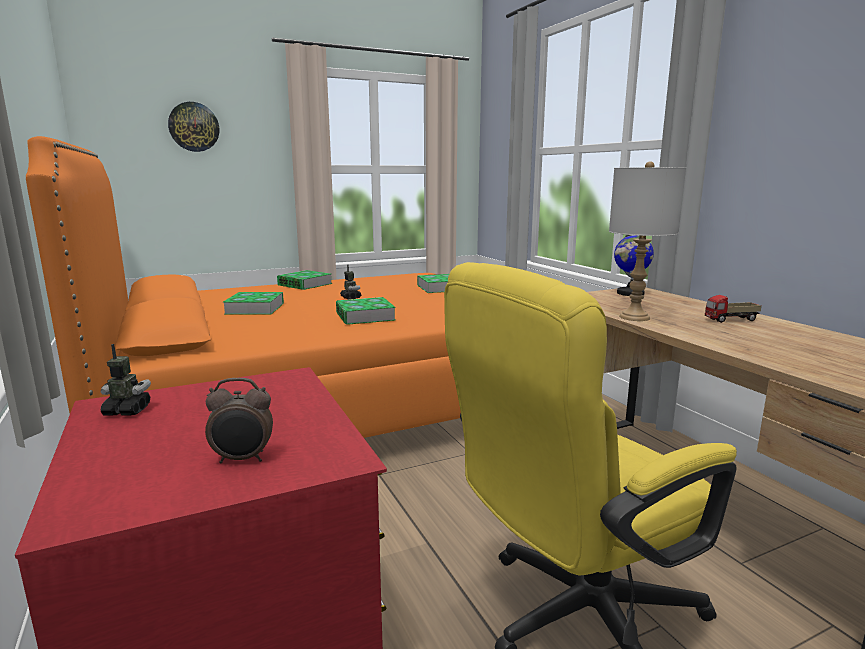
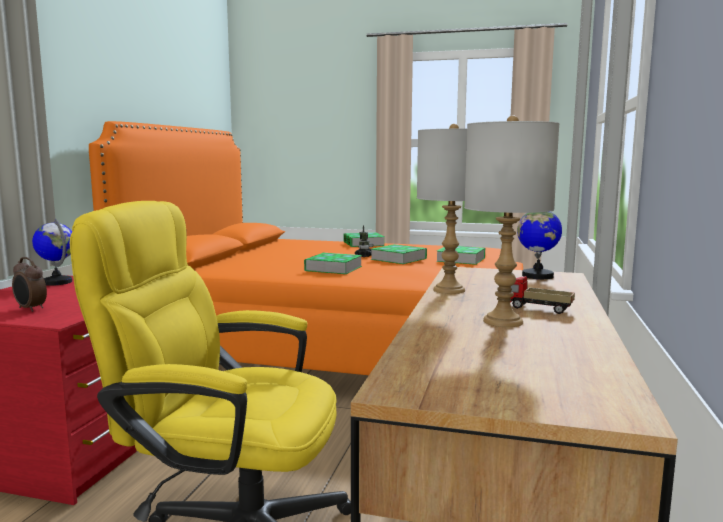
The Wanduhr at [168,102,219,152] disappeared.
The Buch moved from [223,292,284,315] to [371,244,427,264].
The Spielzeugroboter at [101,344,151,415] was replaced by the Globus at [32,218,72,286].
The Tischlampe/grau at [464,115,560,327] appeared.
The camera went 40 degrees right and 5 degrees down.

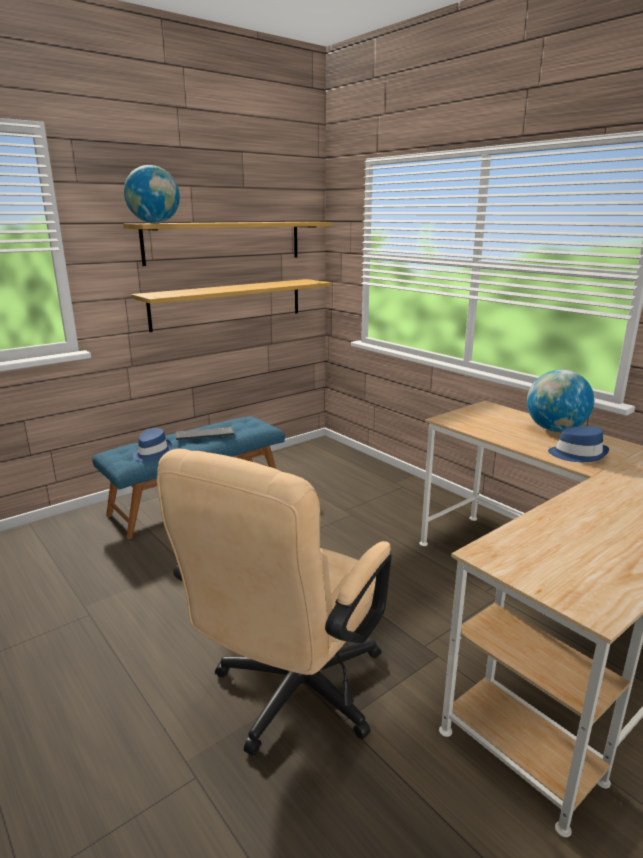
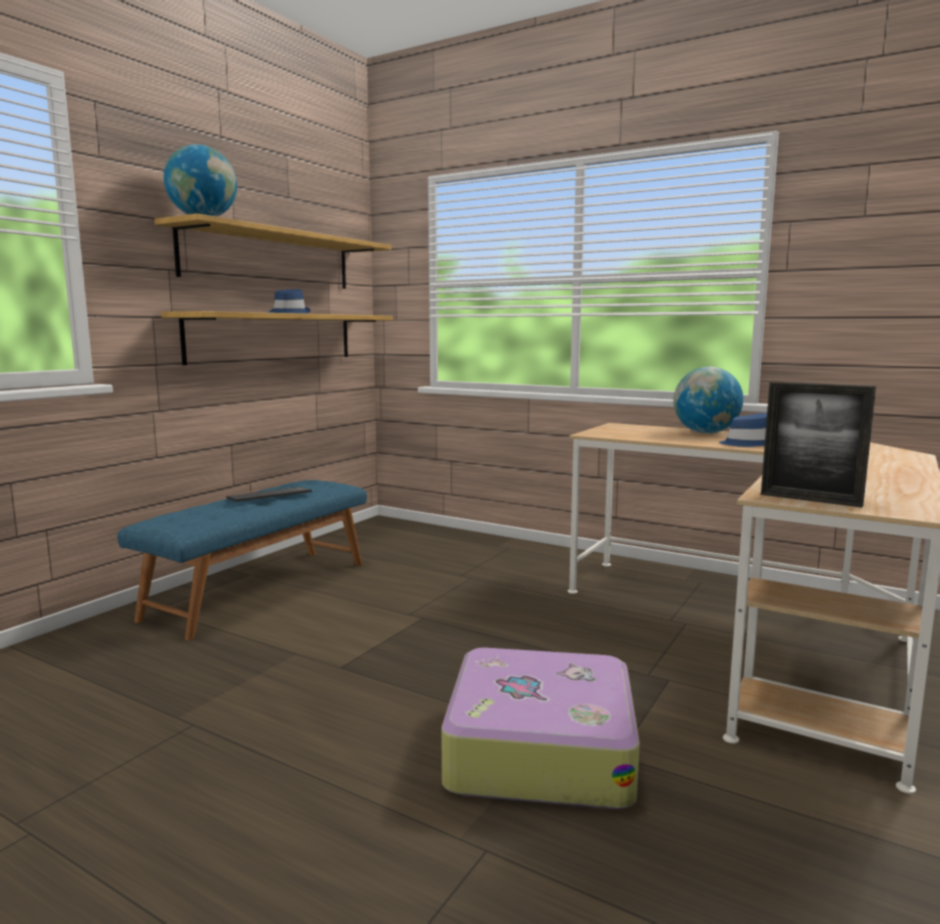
The Hut/blau moved from [133,428,172,461] to [268,289,311,313].
The Bürostuhl/beige at [157,449,392,756] was replaced by the Koffer at [441,648,640,809].
The Bilderrahmen at [761,382,876,508] appeared.
The camera went 20 degrees left and 10 degrees down.

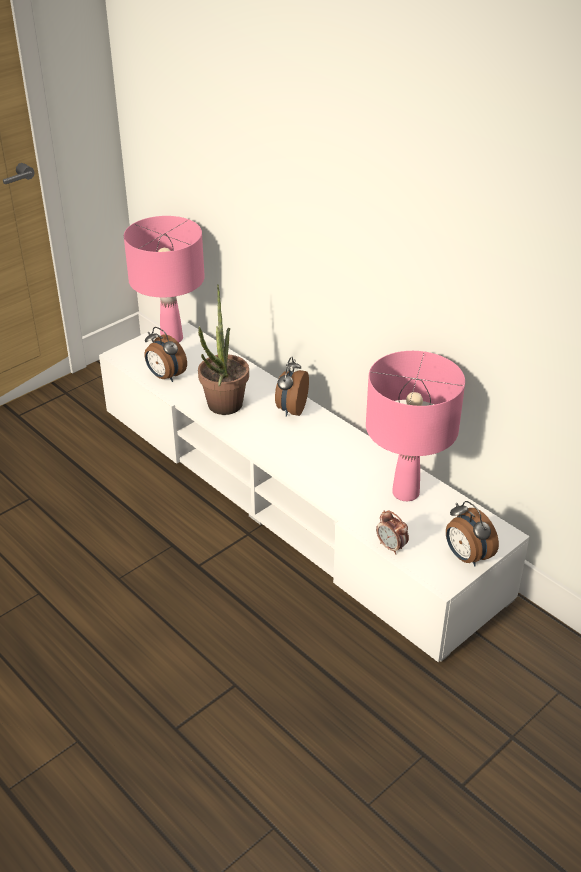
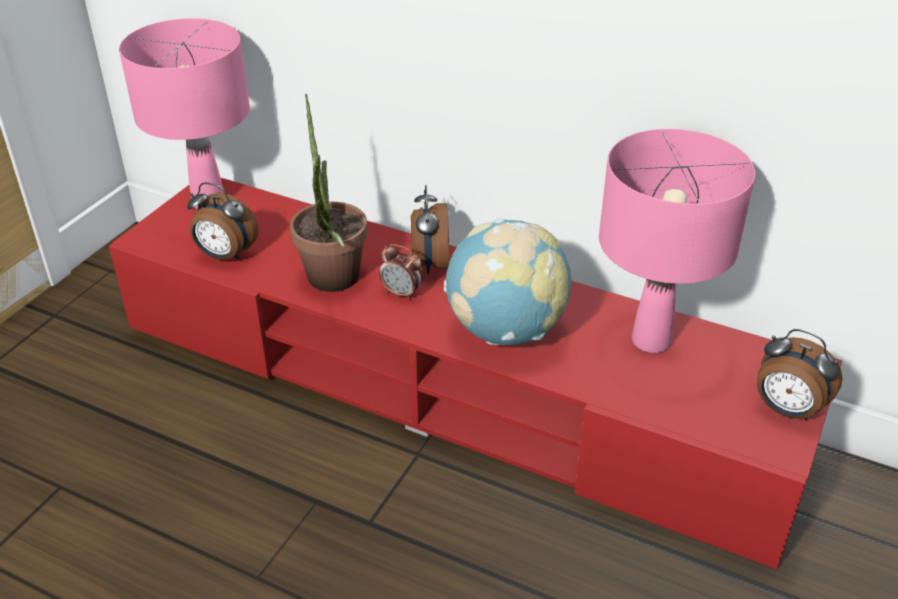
The Fernsehschrank/weiß at [99,318,530,662] became the Fernsehschrank/rot at [109,177,842,569].
The Wecker moved from [376,510,409,555] to [379,244,423,300].
The Globus at [444,218,572,345] appeared.
The camera went 20 degrees left and 0 degrees up.

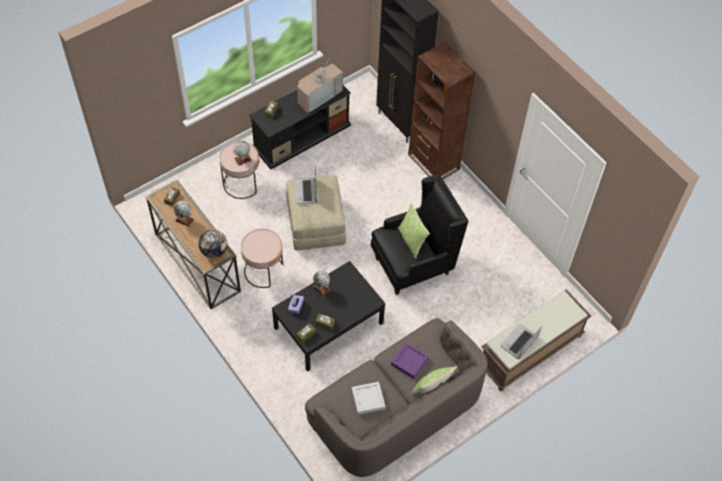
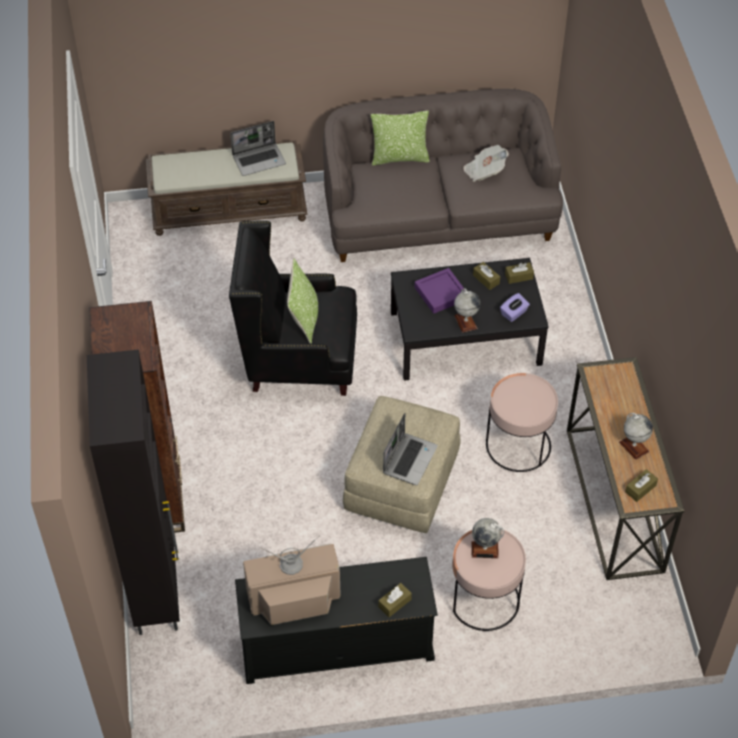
The Globus at [199,229,227,258] disappeared.
The Tablett/lila moved from [391,342,429,379] to [415,268,465,314].
The Tablett/grau at [352,382,385,415] was replaced by the Zeitung at [463,145,509,182].
The camera went 150 degrees left and 5 degrees down.

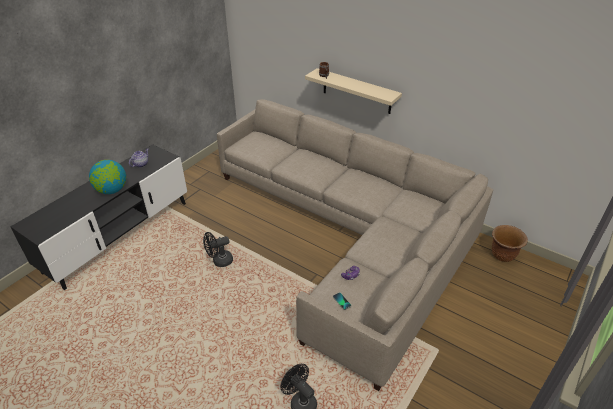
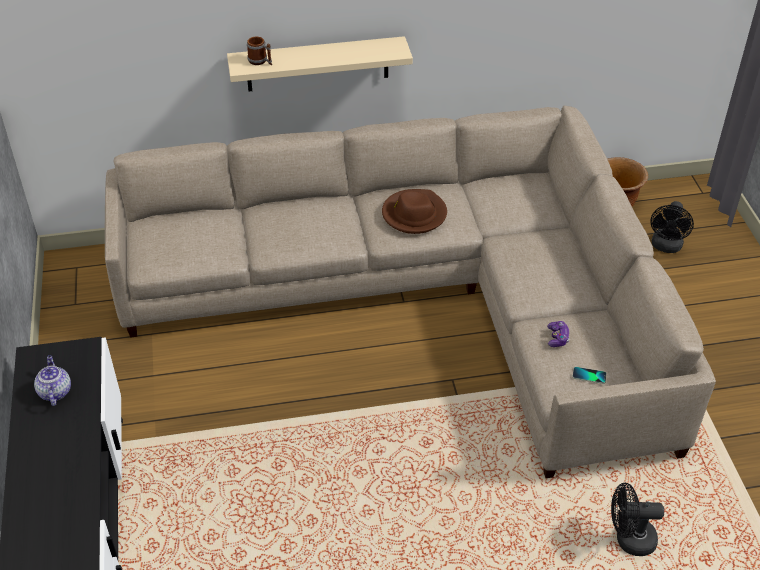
The Globus at [89,160,126,194] disappeared.
The Ventilator/schwarz moved from [203,232,233,267] to [650,201,694,253].
The Hut/braun at [382,189,447,234] appeared.
The camera went 45 degrees left and 5 degrees up.

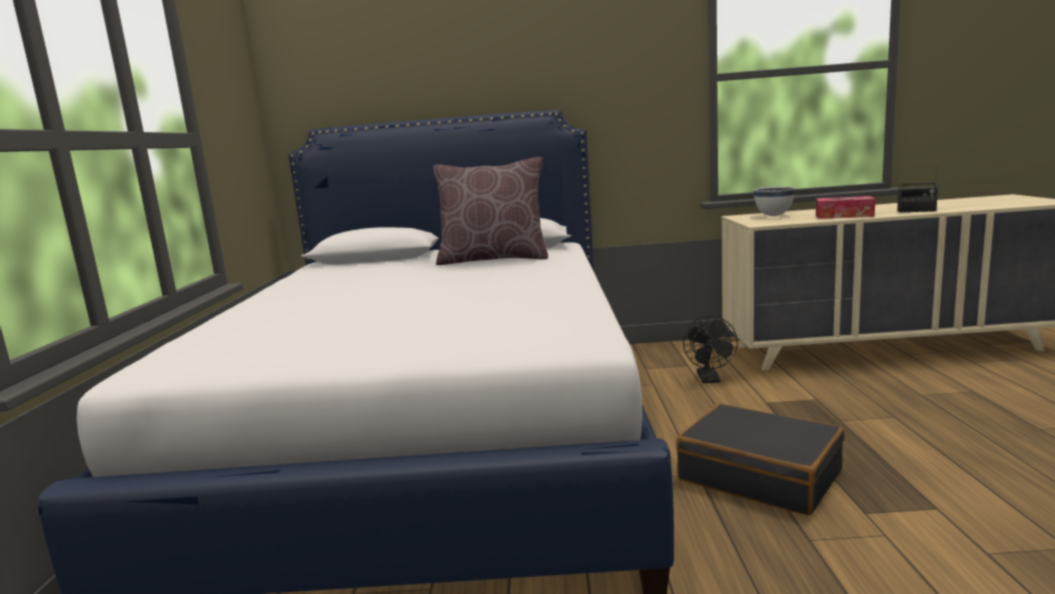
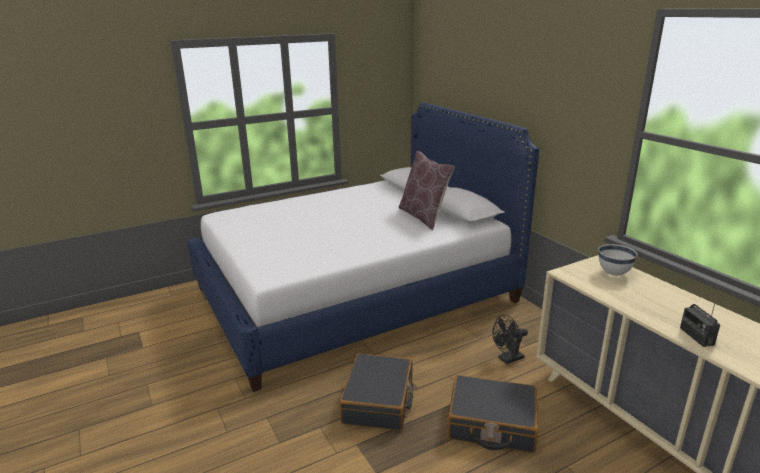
The Taschentuchbox at [816,196,875,219] disappeared.
The Koffer/schwarz at [448,375,539,453] appeared.
The camera went 60 degrees right and 10 degrees up.

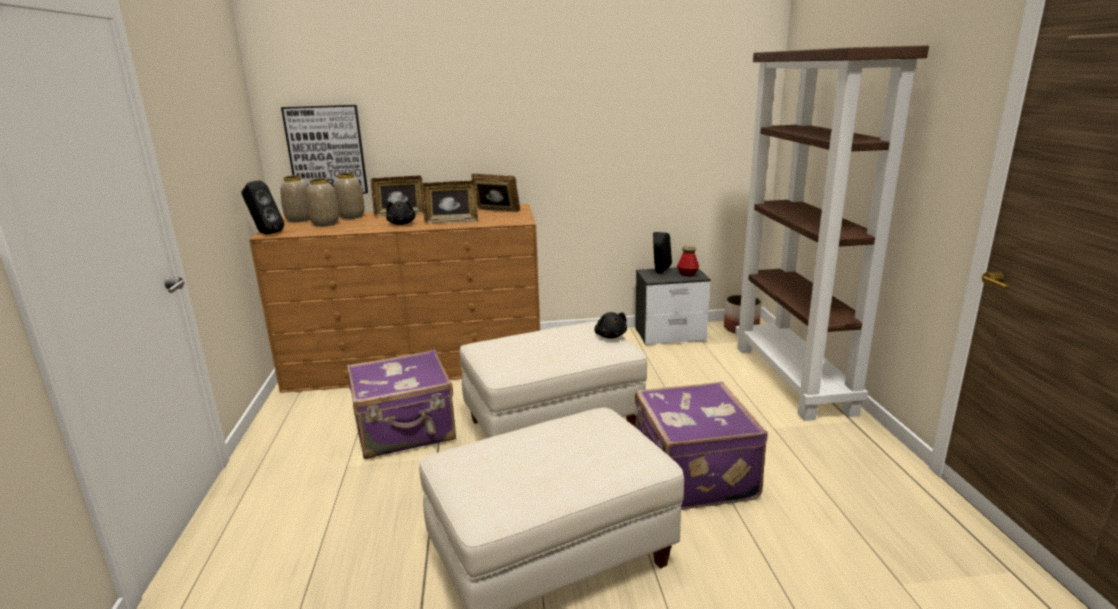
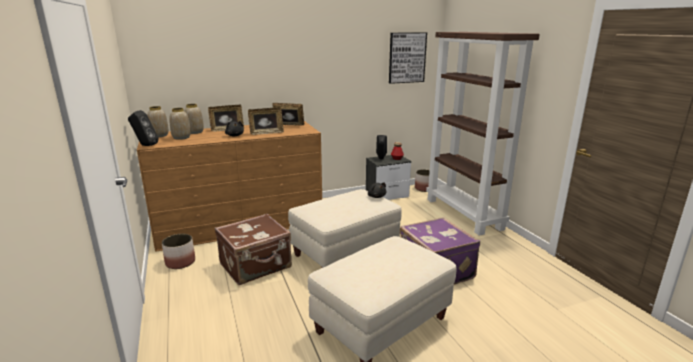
The Bild moved from [281,105,368,194] to [389,32,427,84].
The Koffer/lila at [347,349,456,459] became the Koffer/braun at [215,213,292,285].
The Pflanzkübel at [162,234,195,269] appeared.
The camera went 15 degrees left and 0 degrees up.

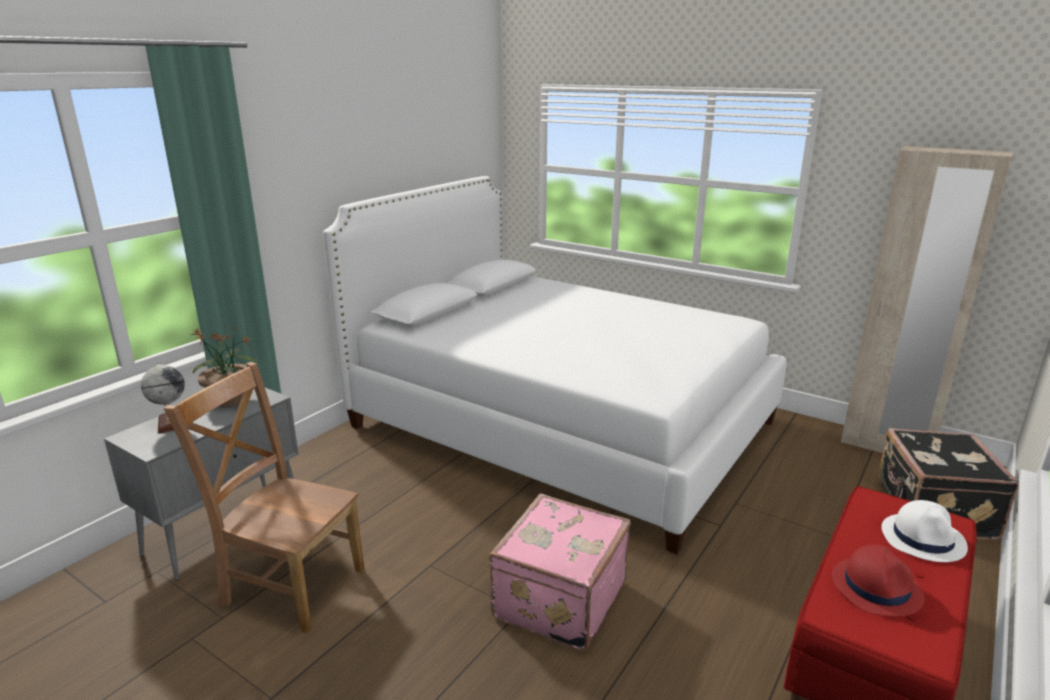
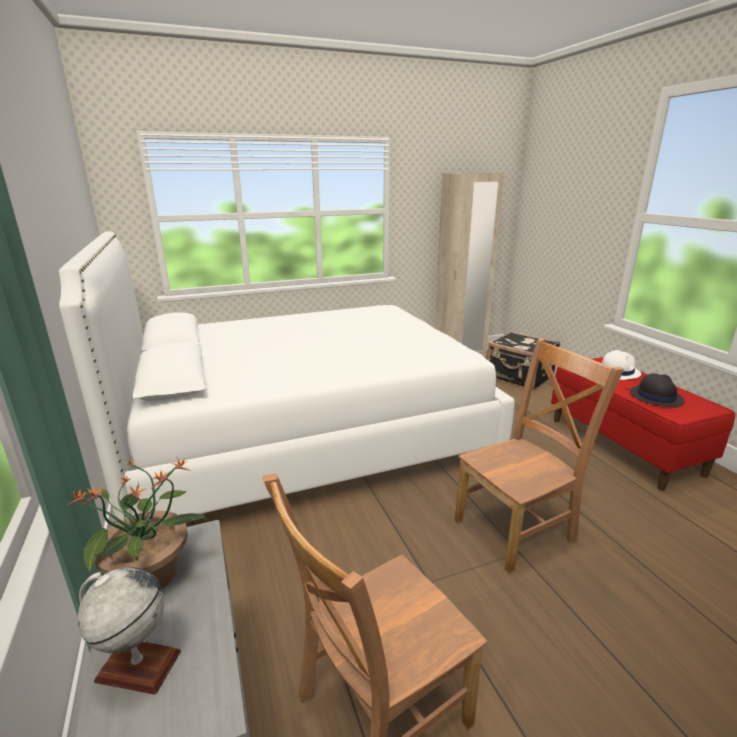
The Koffer/rosa at [488,494,631,651] was replaced by the Stuhl/braun at [455,338,624,573].
The Hut/rot at [832,544,925,617] became the Hut/schwarz at [630,373,685,408].
The camera went 55 degrees left and 0 degrees up.

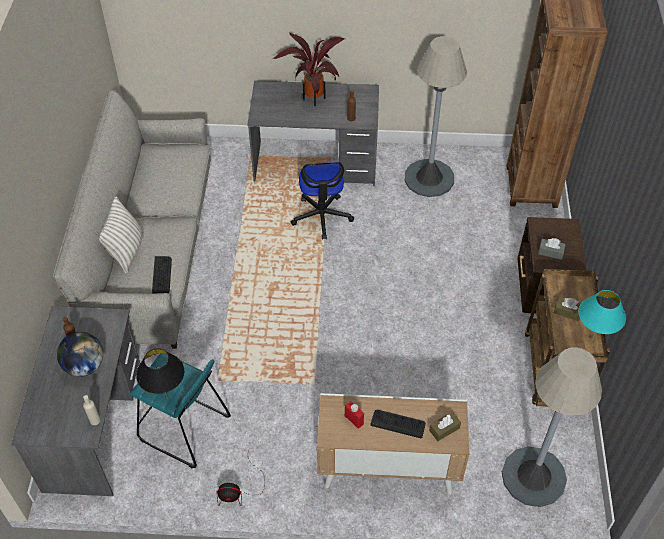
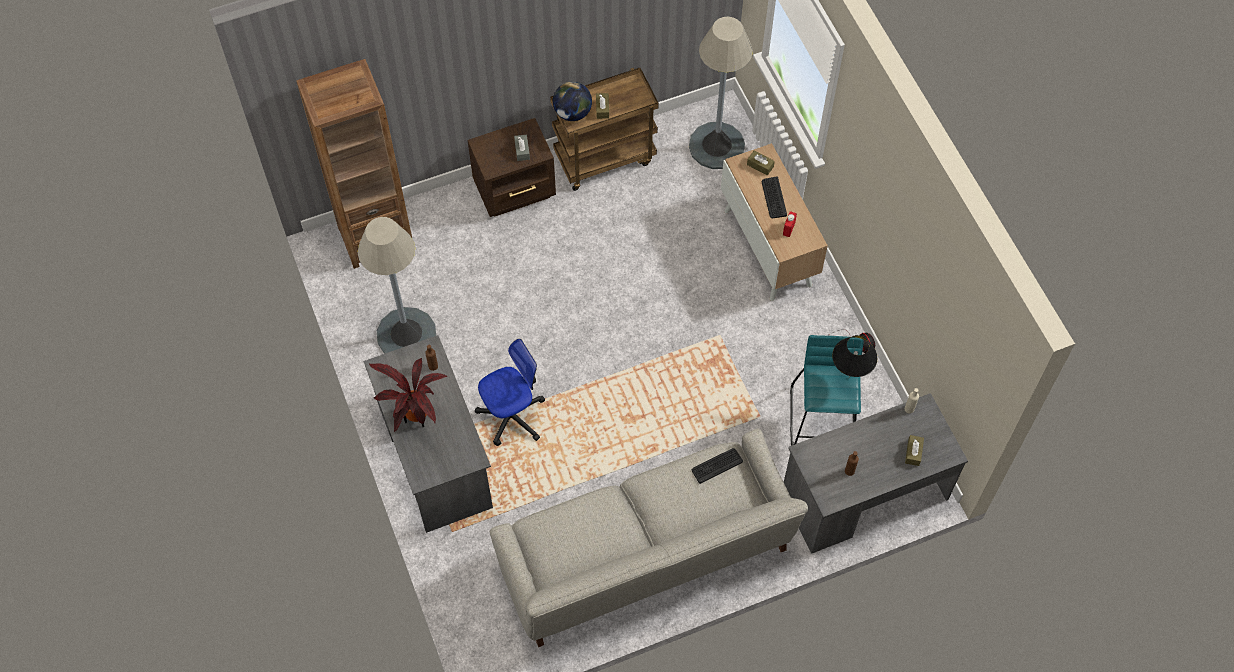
The Kissen at [99,196,143,274] disappeared.
The Tischlampe/türkis at [578,290,626,342] disappeared.
The Globus moved from [57,332,103,377] to [553,81,592,121].
The Taschentuchbox/braun at [905,435,924,466] appeared.
The camera went 115 degrees left and 10 degrees up.

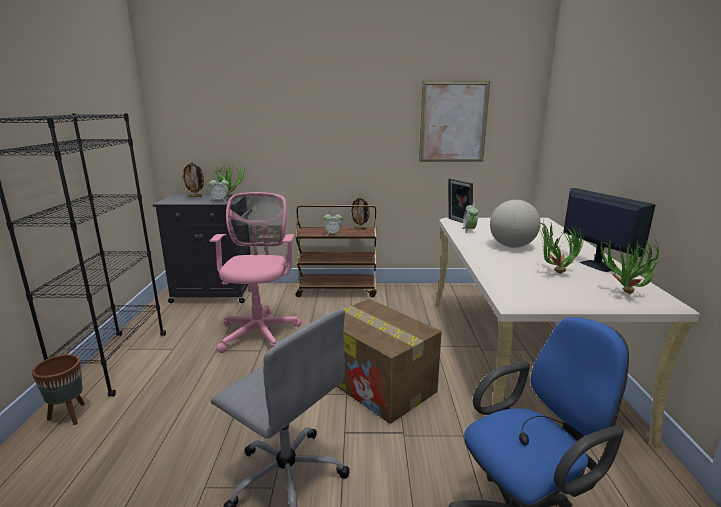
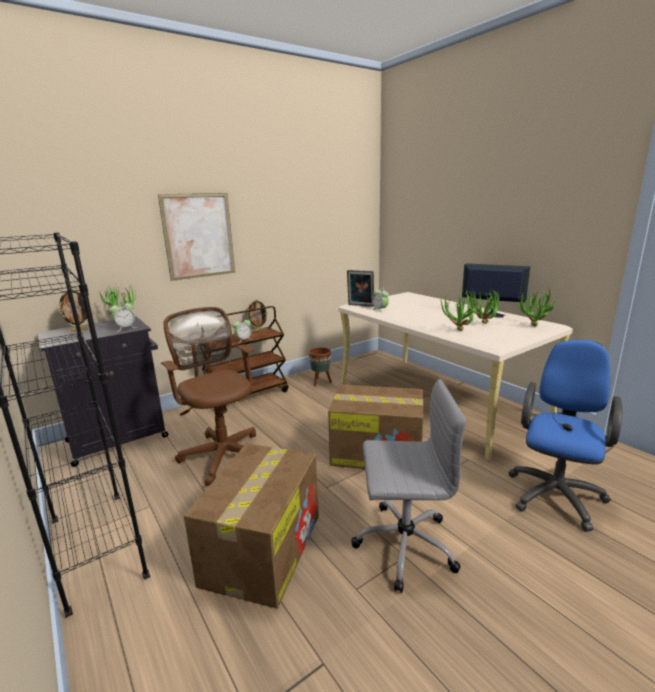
The Bild moved from [419,81,490,162] to [158,193,235,281].
The Bürostuhl/rosa at [209,192,302,353] became the Bürostuhl/braun at [161,307,256,486].
The Globus at [490,200,541,248] disappeared.
The Pflanzkübel/braun moved from [32,354,85,425] to [309,347,332,386].
The Topfpflanze at [440,292,480,331] appeared.
The Karton at [184,444,319,608] appeared.
The camera went 35 degrees left and 0 degrees up.

